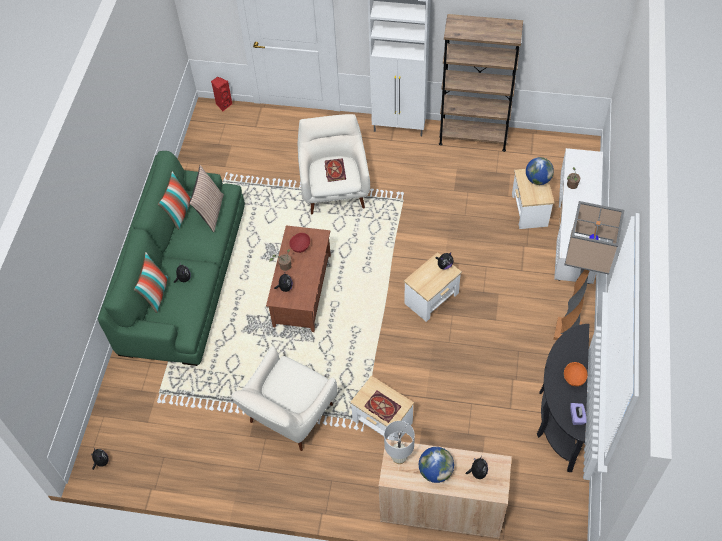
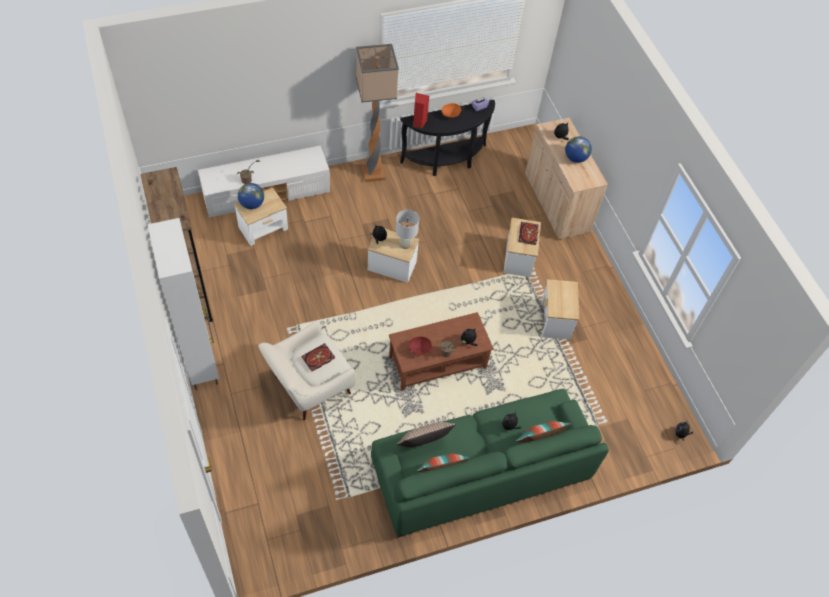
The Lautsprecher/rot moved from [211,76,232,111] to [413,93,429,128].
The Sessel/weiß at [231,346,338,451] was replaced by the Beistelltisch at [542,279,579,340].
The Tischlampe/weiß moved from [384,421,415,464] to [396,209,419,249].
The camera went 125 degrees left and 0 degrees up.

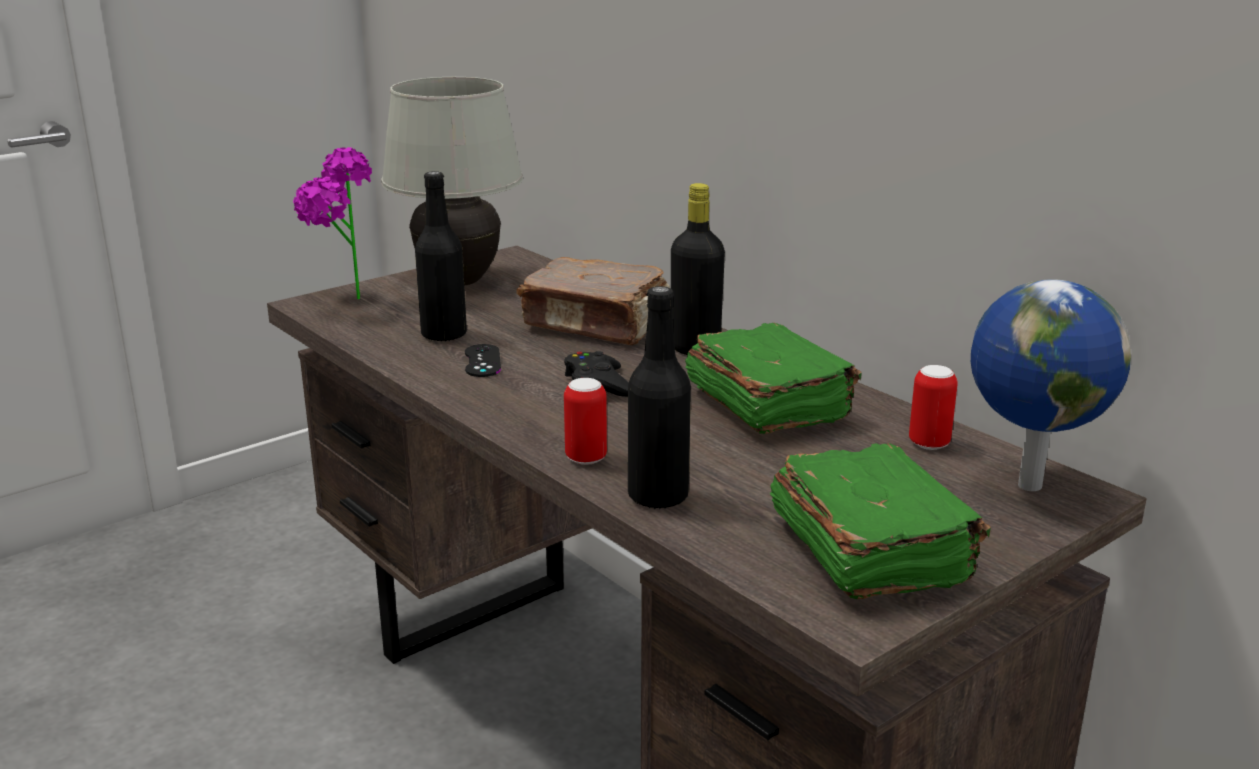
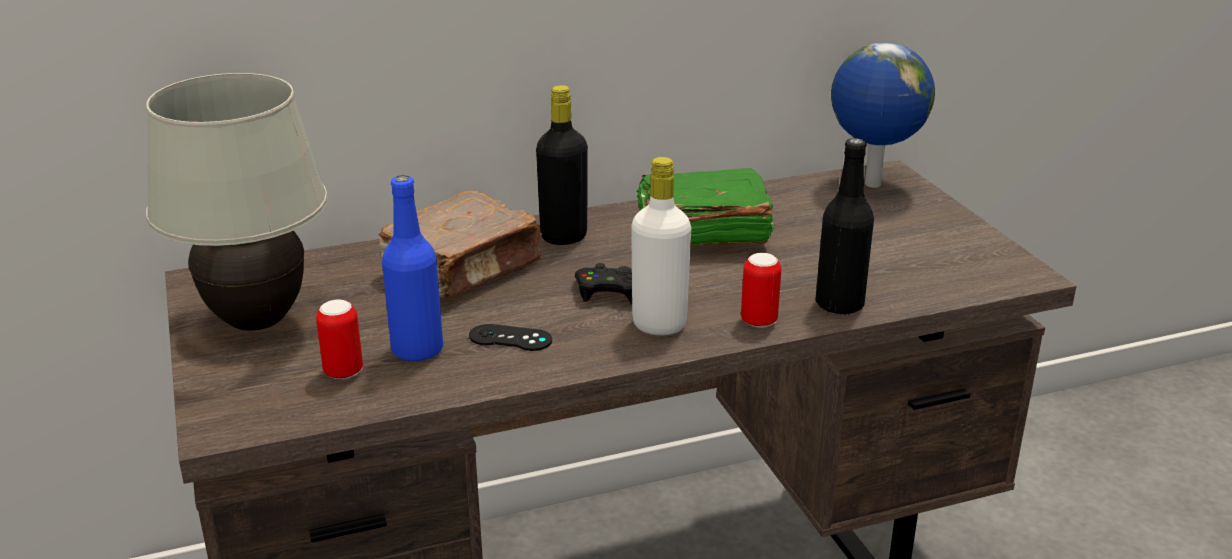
The Topfpflanze at [293,147,372,300] disappeared.
The Flasche/schwarz at [415,171,467,342] became the Flasche/blau at [382,175,443,362].
The Dose moved from [909,365,958,450] to [316,300,363,379].
The Buch/grün at [770,443,991,599] disappeared.
The Flasche/weiß at [631,157,691,335] appeared.
The camera went 70 degrees left and 5 degrees up.

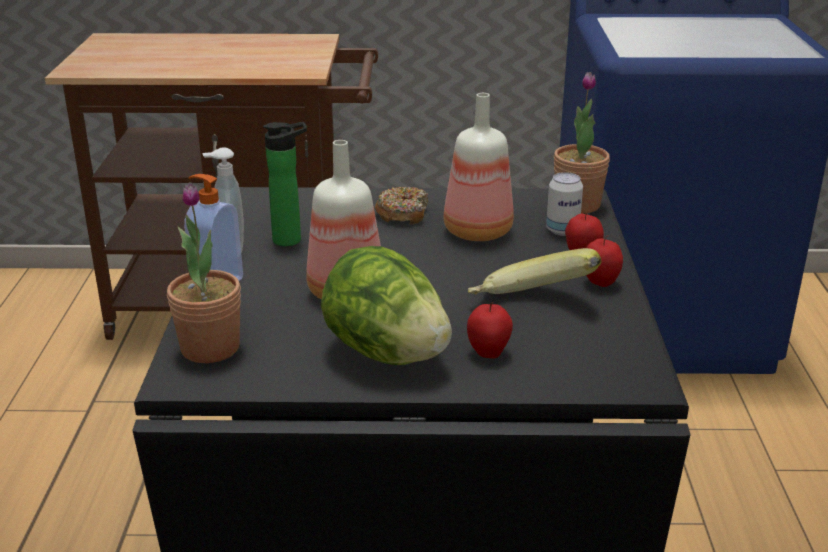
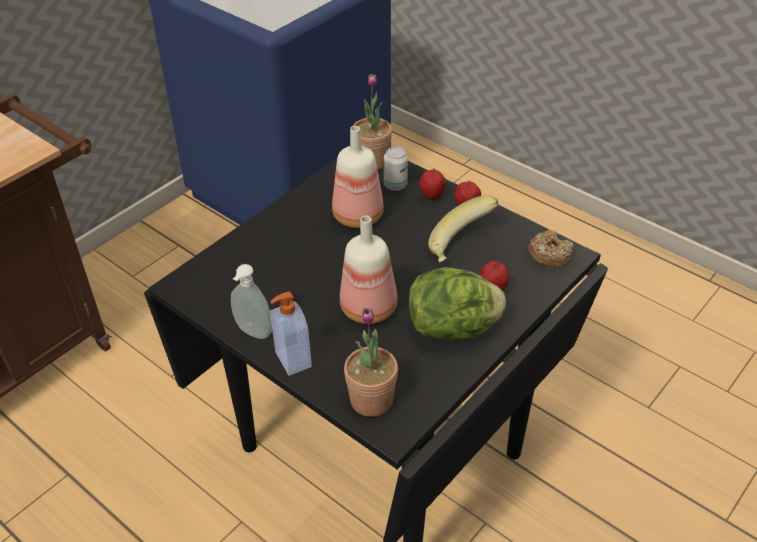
The Flasche at [263,122,307,246] disappeared.
The Donut moved from [375,187,428,224] to [528,230,573,268].
The camera went 50 degrees left and 15 degrees up.

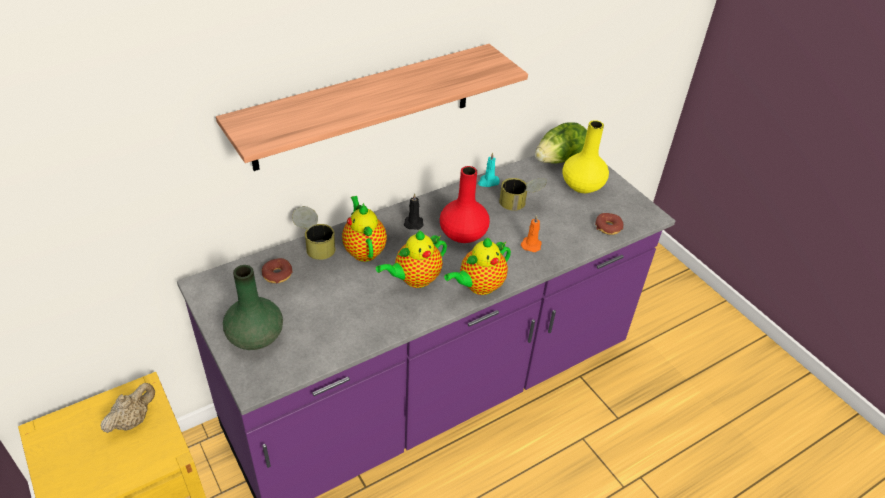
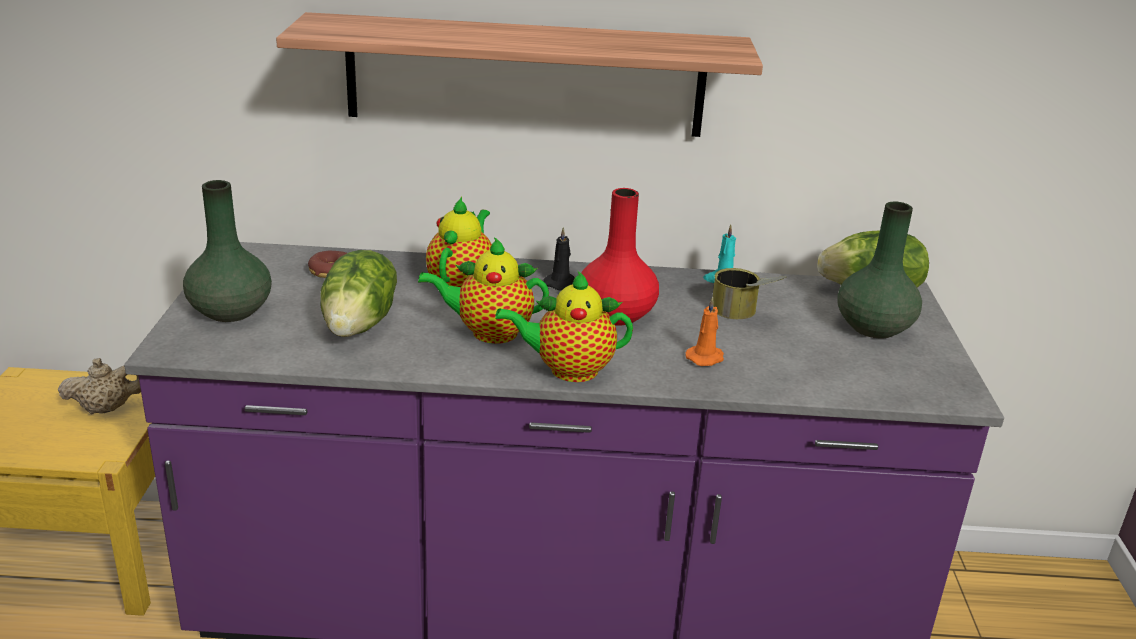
The Vase/gelb at [563,120,609,193] became the Vase/grün at [837,202,922,338].
The Dose at [292,206,336,260] disappeared.
The Donut at [595,213,623,235] disappeared.
The Salatkopf at [321,250,397,337] appeared.
The camera went 35 degrees right and 15 degrees down.

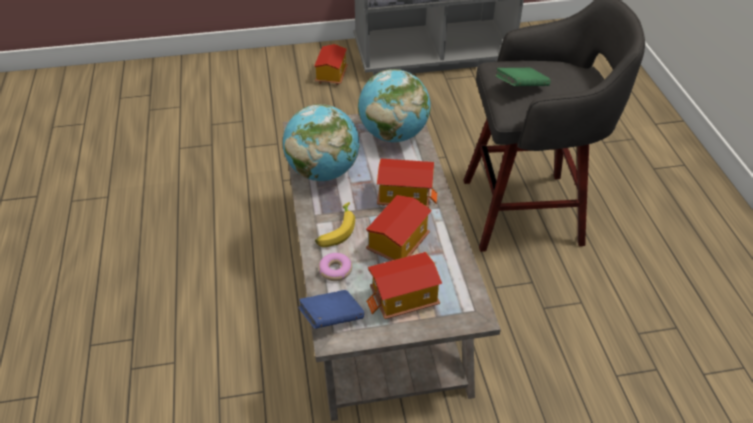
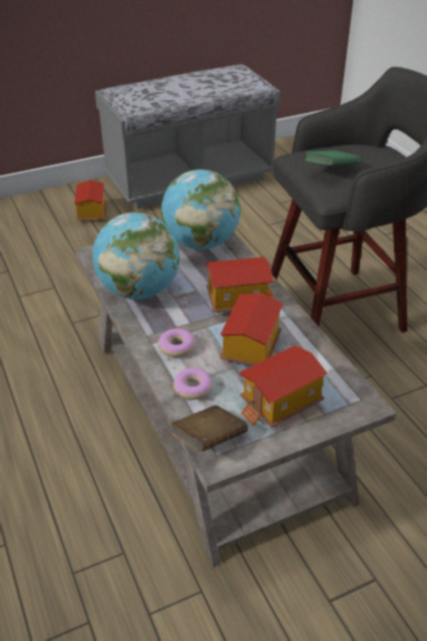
The Banane at [315,202,355,247] was replaced by the Donut at [158,329,195,357].
The Buch/blau at [298,290,364,329] became the Buch/braun at [170,405,248,452].
The camera went 15 degrees left and 5 degrees down.

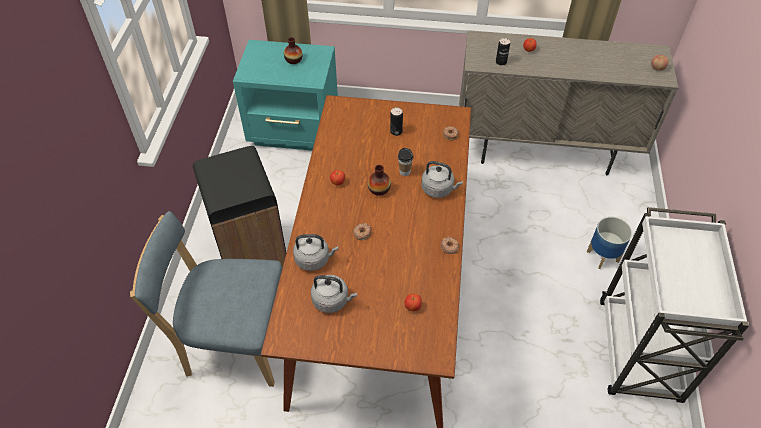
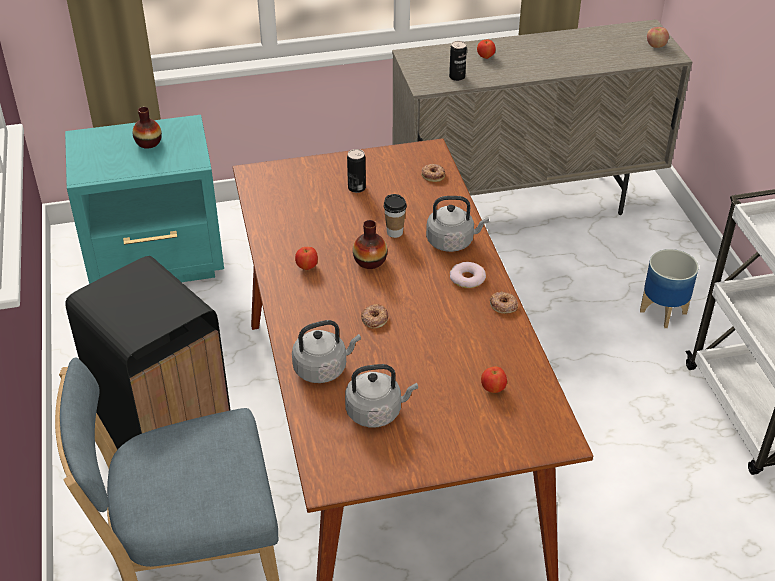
The Donut at [450,262,486,288] appeared.
The camera went 20 degrees left and 10 degrees down.

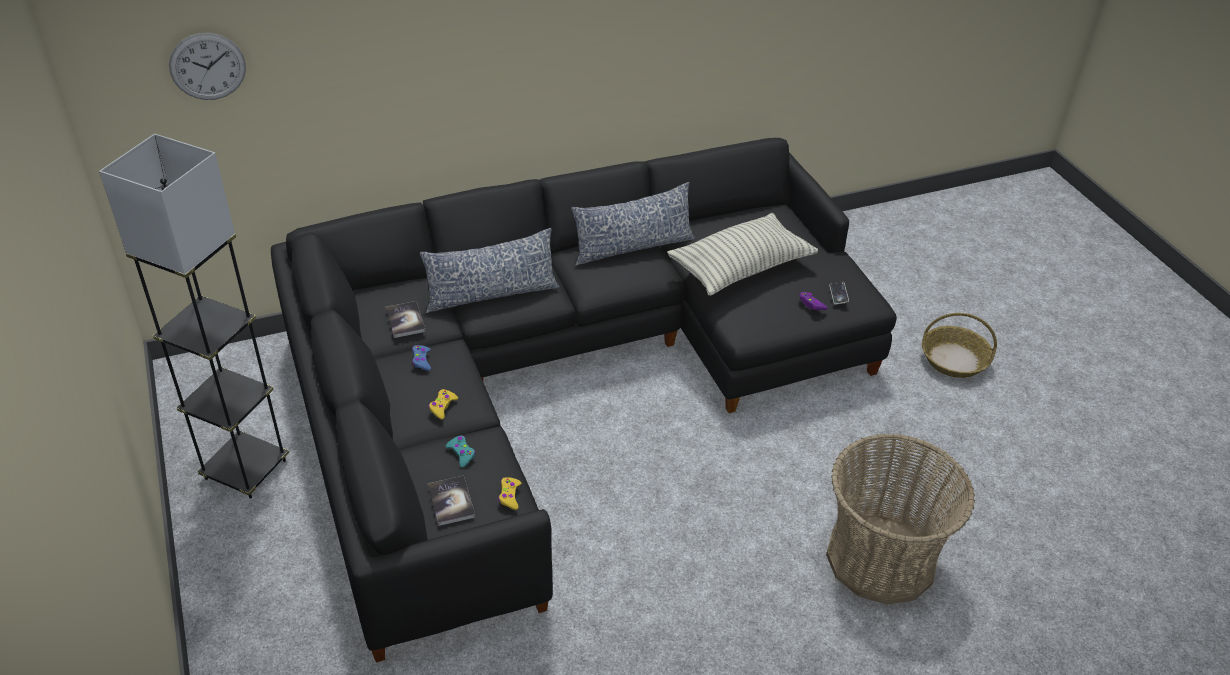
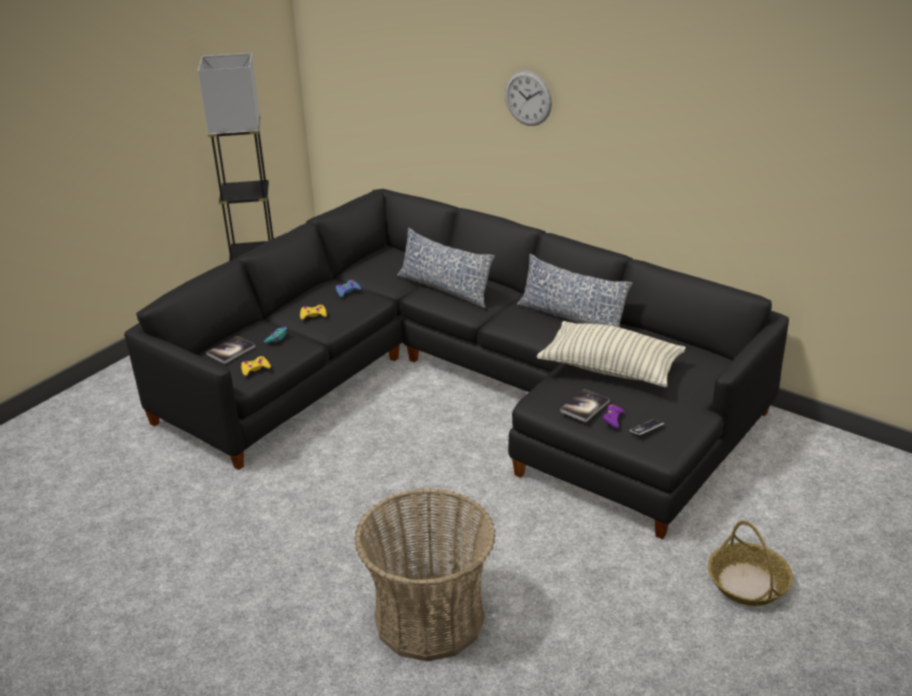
The Wanduhr moved from [169,33,246,100] to [505,71,552,126].
The Buch moved from [385,301,426,338] to [560,389,610,422].
The camera went 60 degrees right and 10 degrees down.

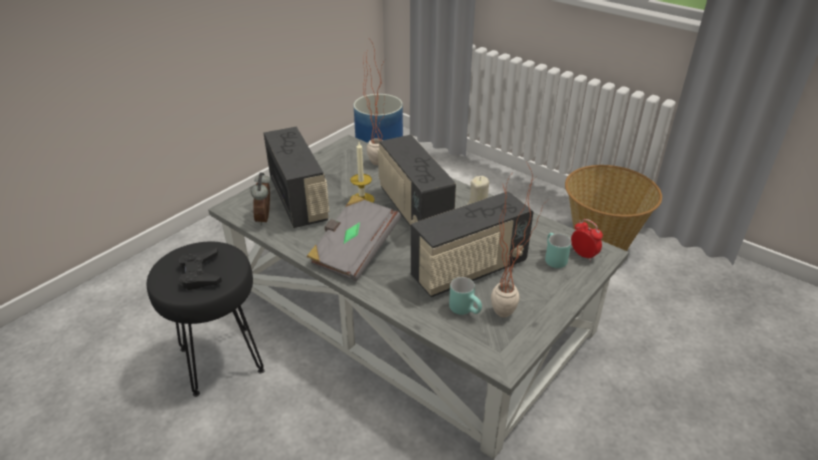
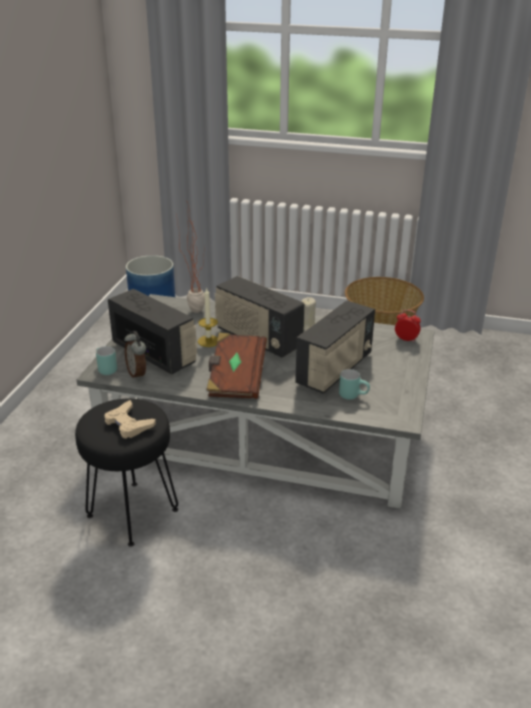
The Topfpflanze at [491,163,548,317] disappeared.
The Buch/grau at [307,195,401,281] became the Buch/braun at [207,333,267,399].
The Henkelbecher/türkis moved from [545,233,571,268] to [96,346,117,375].
The Gamepad/schwarz at [178,248,222,290] became the Gamepad/beige at [104,400,156,439].
The camera went 25 degrees left and 5 degrees down.

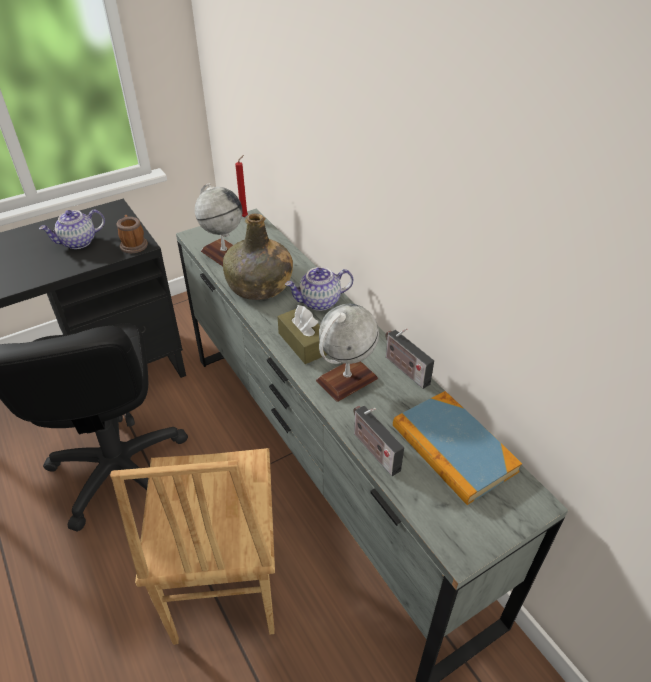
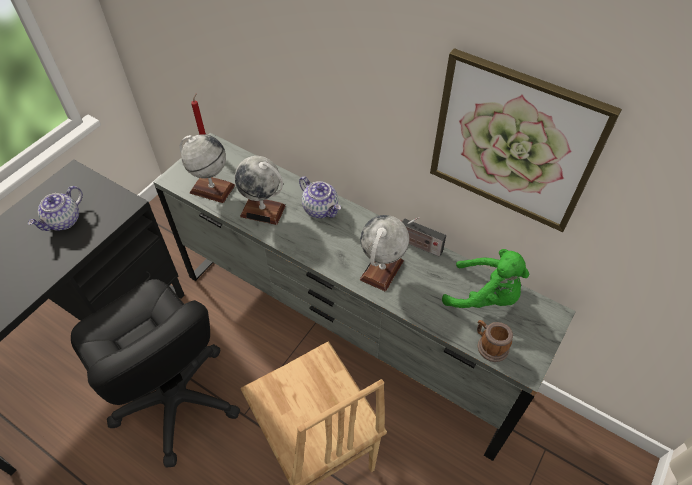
The Flasche/grün at [223,213,293,300] was replaced by the Globus at [234,156,286,225].
The Henkelbecher moved from [117,215,148,253] to [477,320,513,362].
The Teekanne at [285,267,353,311] turned 90 degrees counterclockwise.
The Taschentuchbox/braun at [277,305,327,364] disappeared.
The Buch at [393,391,522,505] was replaced by the Plüschtier/grün at [442,249,530,308].
The Radio at [353,406,404,476] disappeared.
The Bild at [430,48,622,232] appeared.
The camera went 25 degrees left and 10 degrees up.

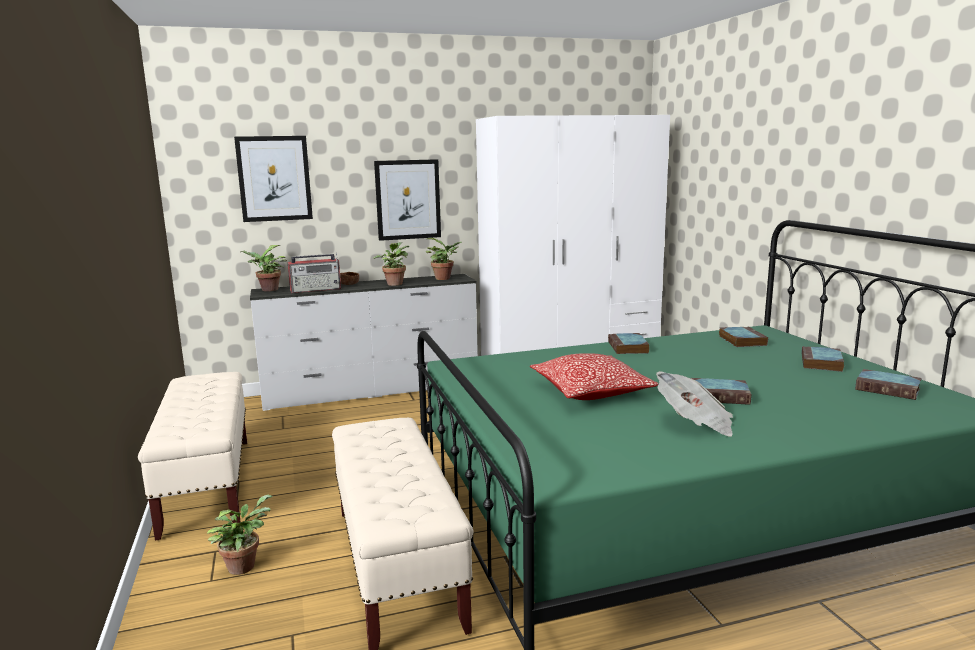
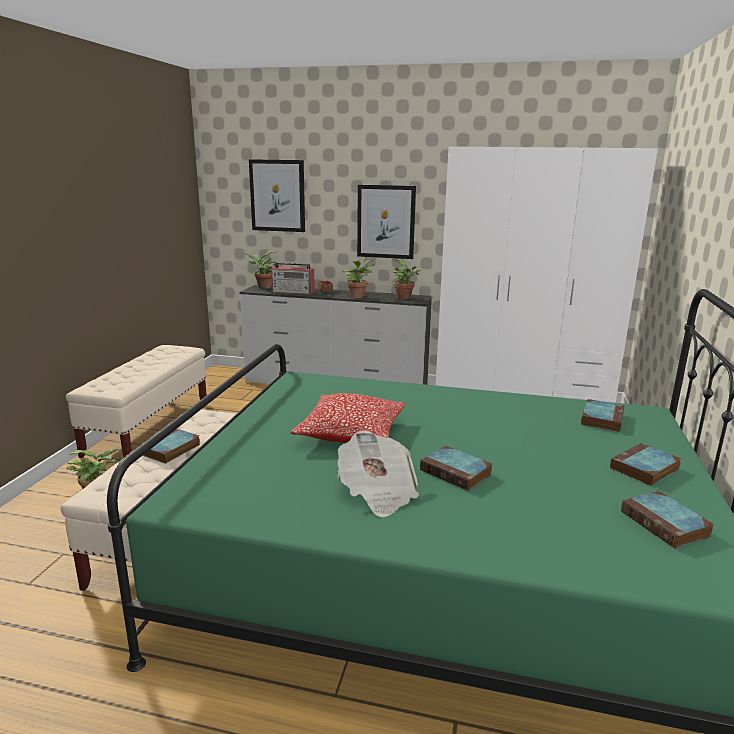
The Buch moved from [608,333,650,354] to [139,429,201,464].
The camera went 30 degrees right and 5 degrees up.

